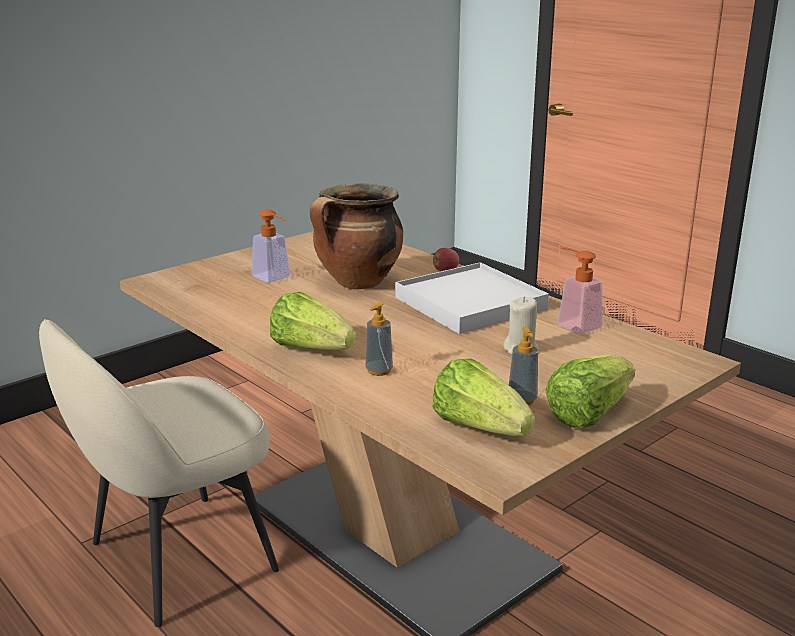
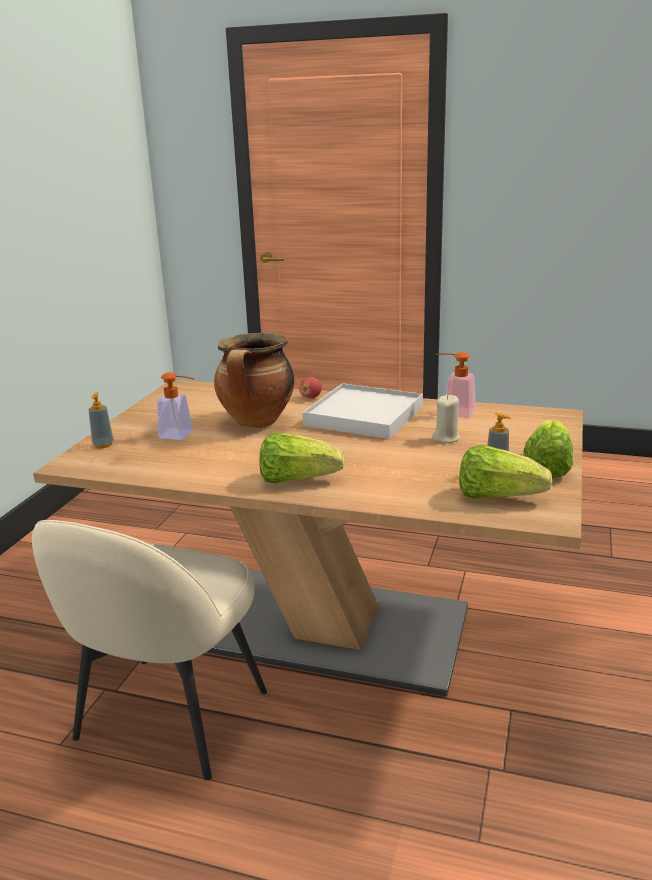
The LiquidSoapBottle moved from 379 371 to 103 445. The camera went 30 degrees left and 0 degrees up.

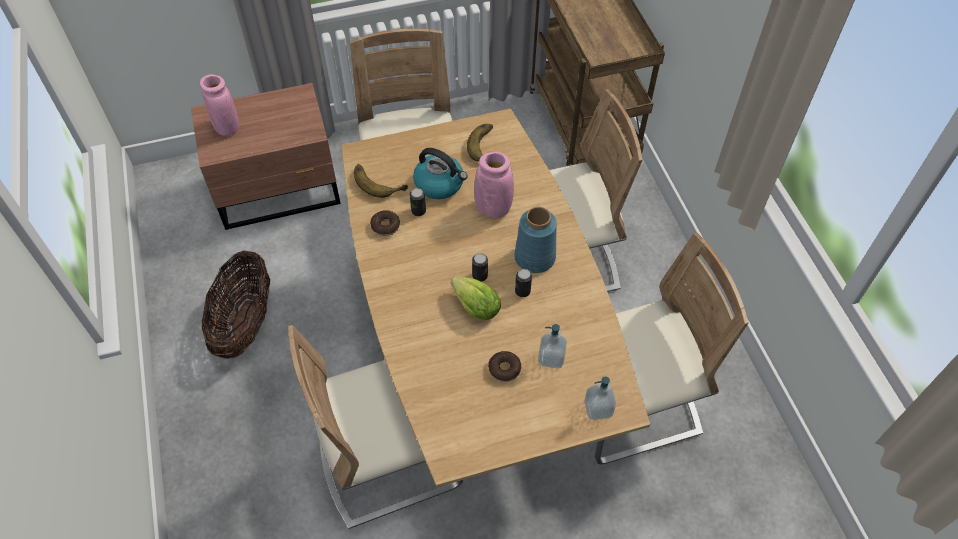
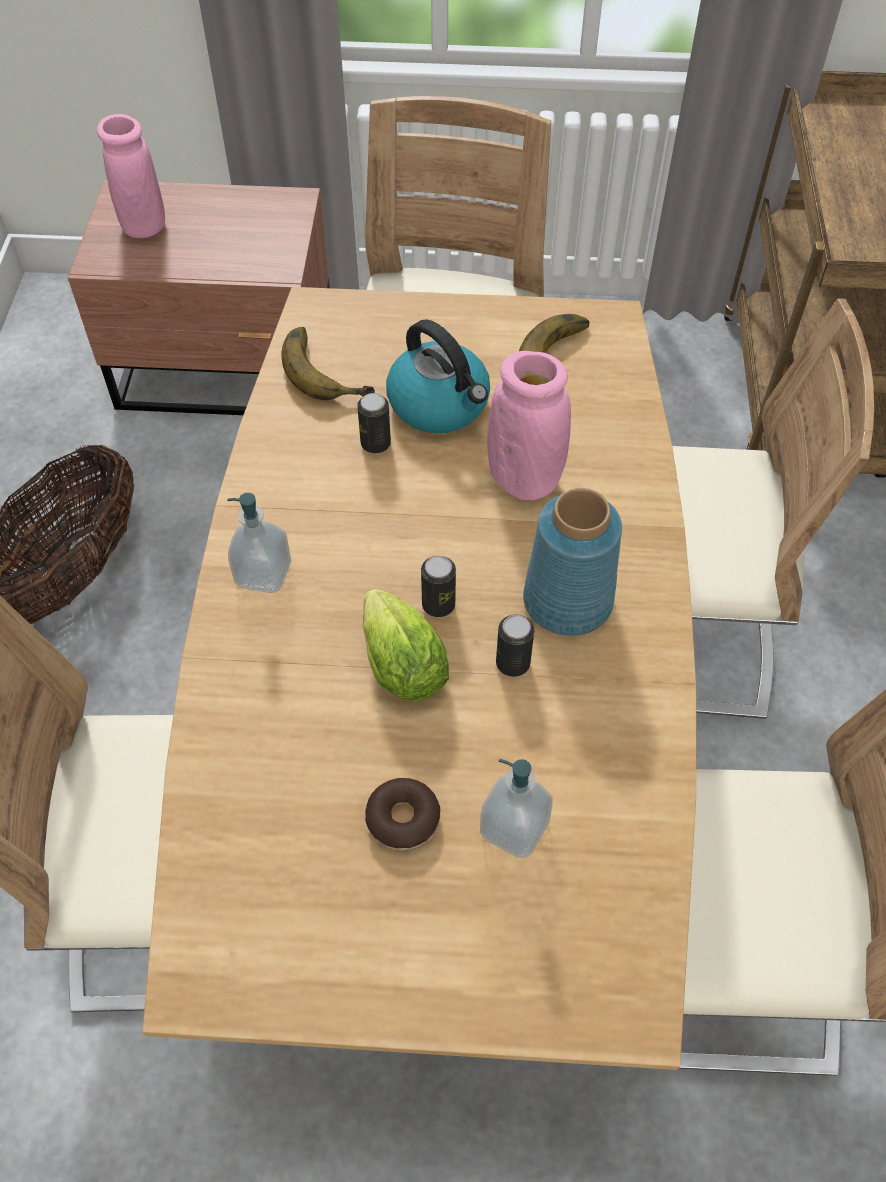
The LiquidSoapBottle moved from 598 408 to 263 574. The RingDoughnut at 385 226 disappeared. The camera went 20 degrees right and 0 degrees up.

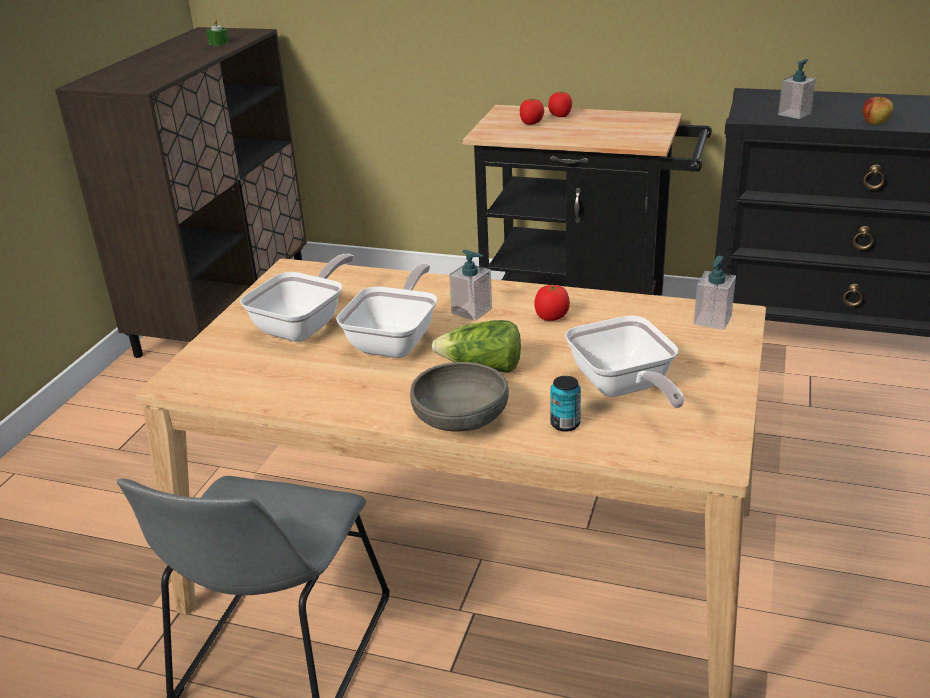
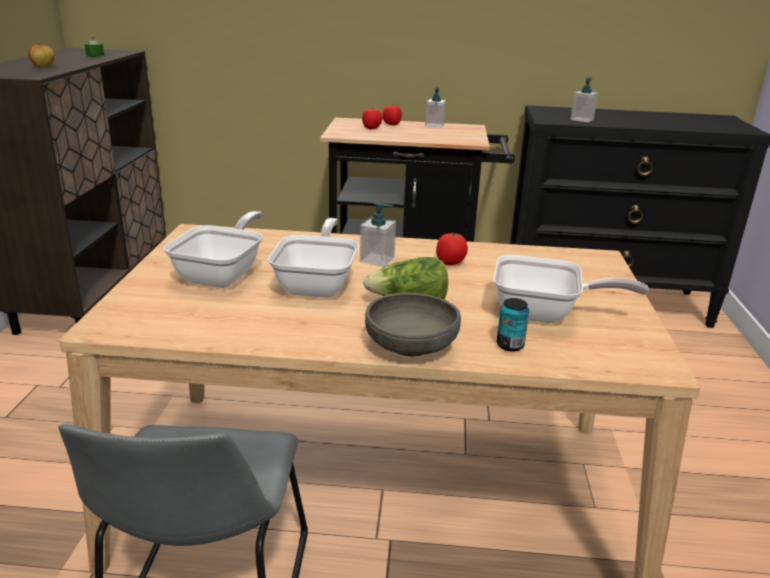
The Apple moved from 875 123 to 43 67. The LiquidSoapBottle moved from 712 320 to 434 125. The Skillet at 623 389 turned 45 degrees counterclockwise. The camera went 15 degrees left and 5 degrees down.

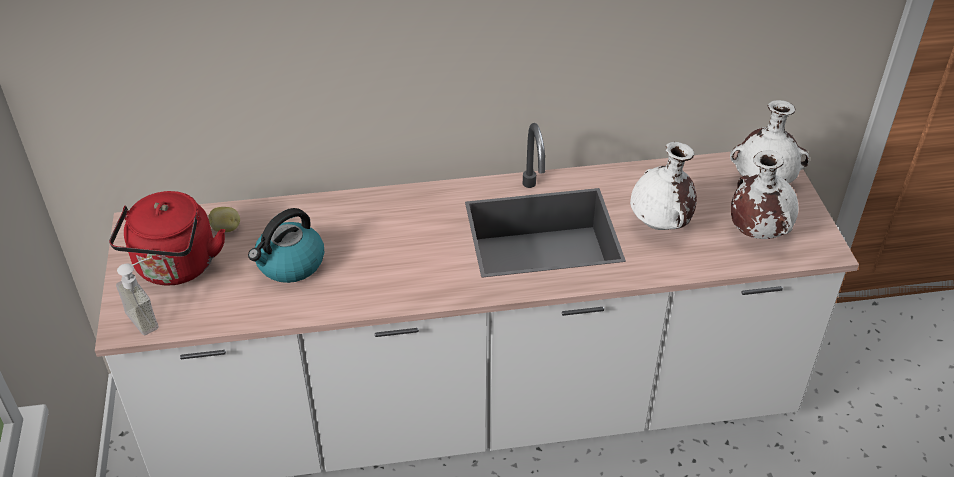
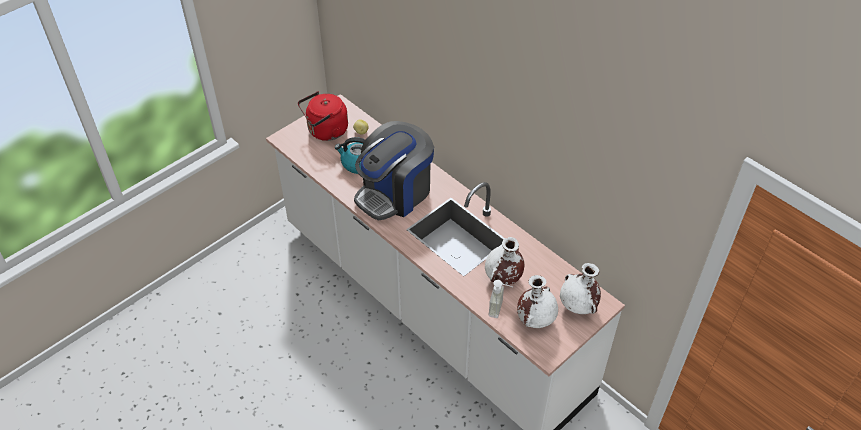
The CoffeeMaker at 395 193 appeared. The LiquidSoapBottle moved from 150 316 to 500 309. The camera went 55 degrees right and 5 degrees up.

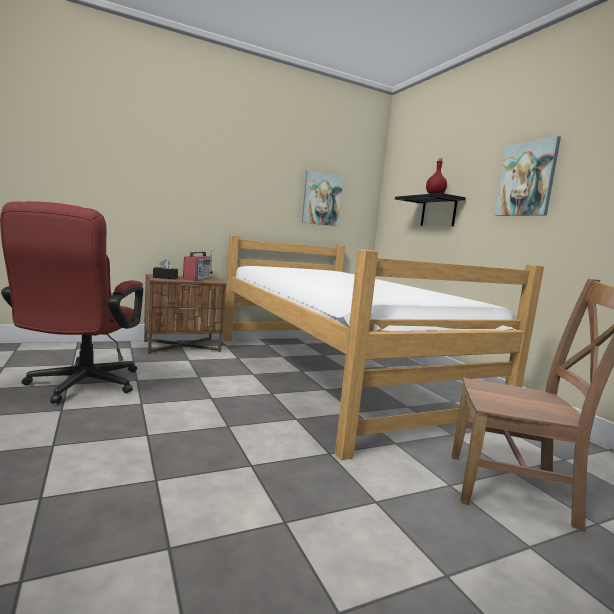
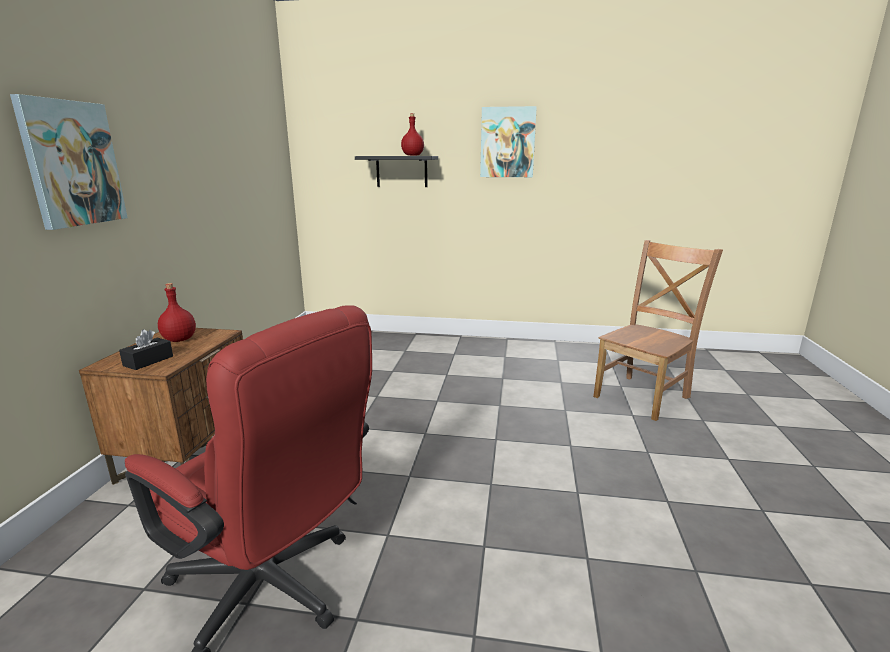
The WallArt moved from 322 199 to 72 163. The Radio at 197 278 was replaced by the RedColouredBeverageBottle at 178 340. The Bed at 335 375 disappeared. The camera went 55 degrees left and 10 degrees up.

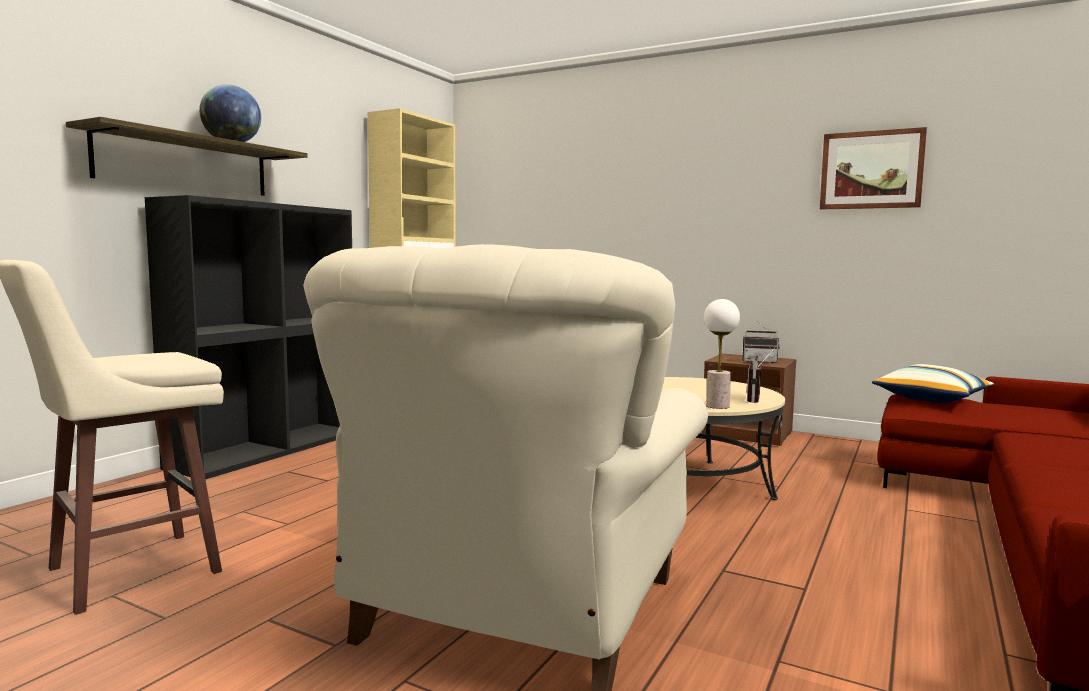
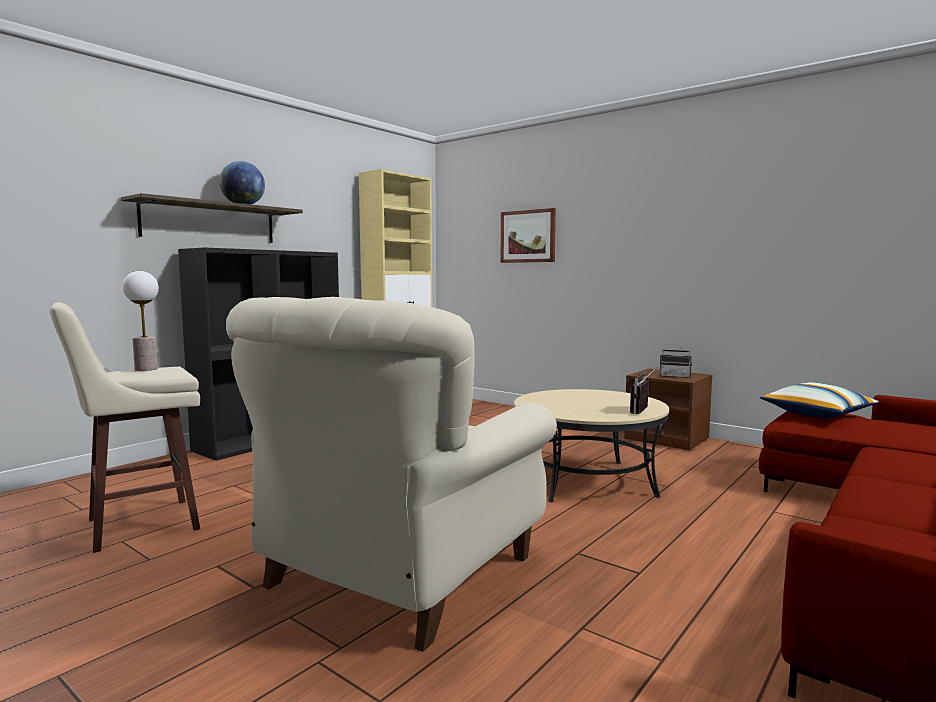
The TableLamp moved from 718 406 to 146 369. The WallArt moved from 871 170 to 528 236. The camera went 10 degrees right and 0 degrees up.

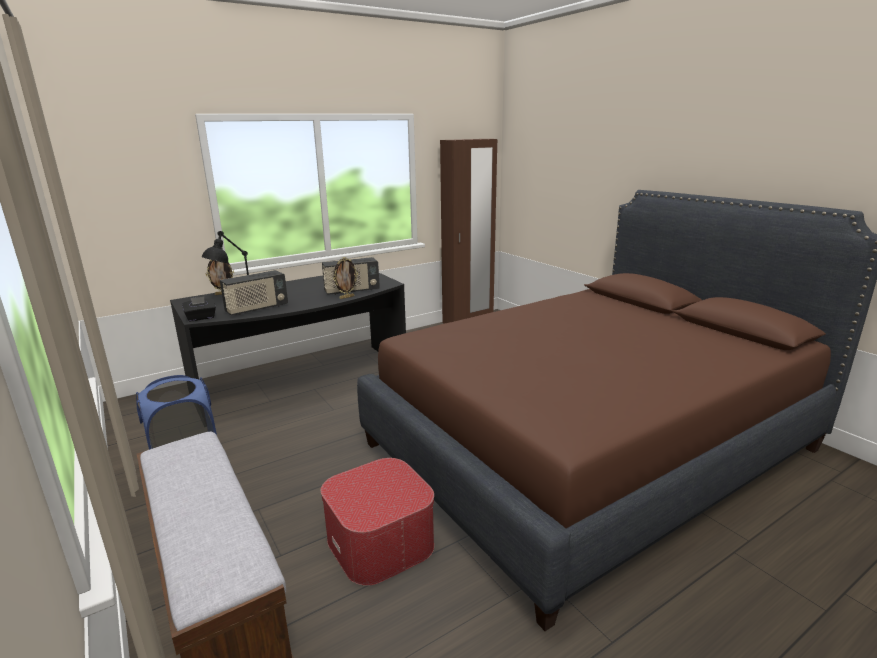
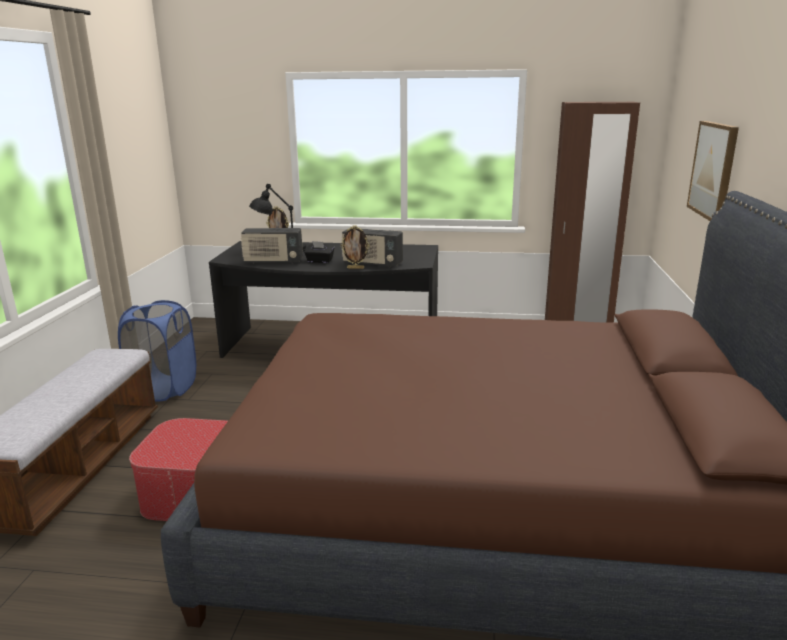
The BlackTissueBox moved from 201 318 to 319 261. The WallArt at 713 170 appeared. The camera went 40 degrees right and 0 degrees up.

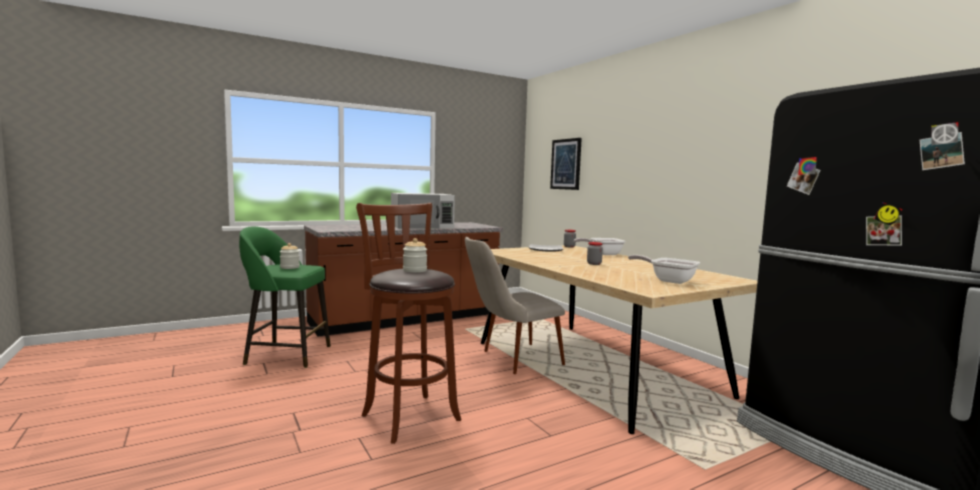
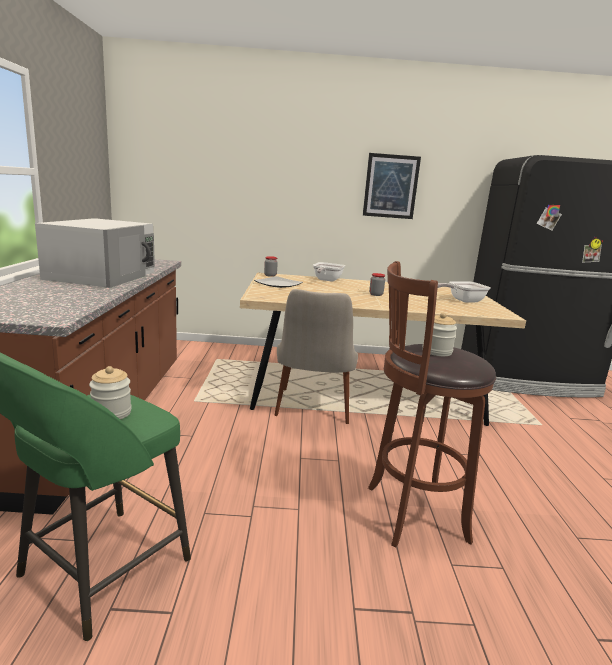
The WallArt moved from 566 164 to 390 186. The camera went 60 degrees left and 10 degrees up.

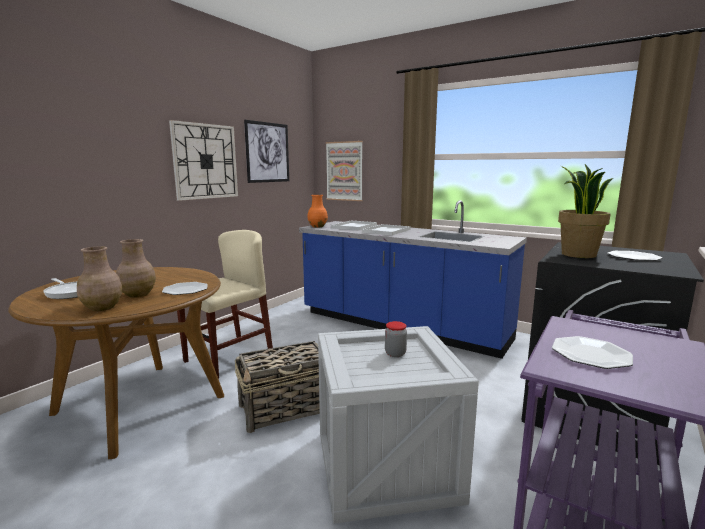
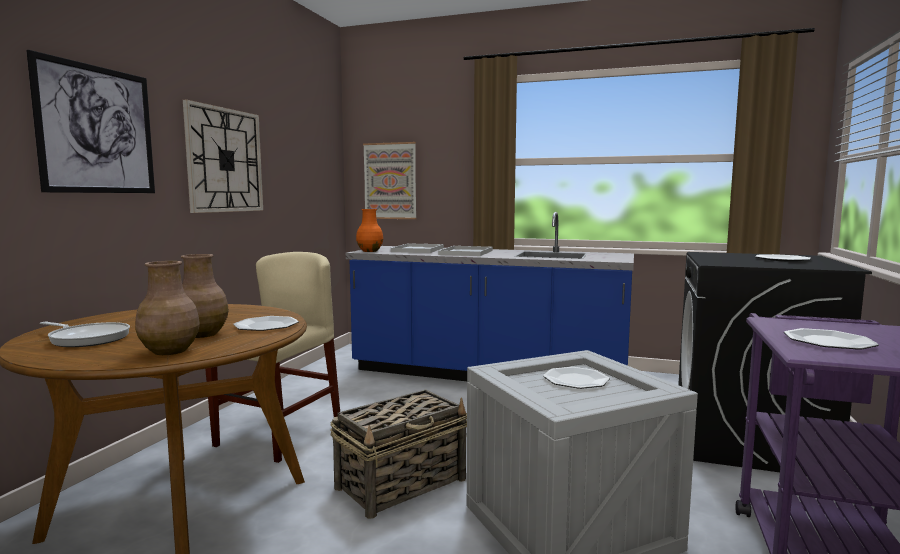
The WallArt moved from 267 152 to 97 130. The PreserveJar at 395 353 was replaced by the FlatDish at 576 380. The PlantInAPot at 577 254 disappeared. The camera went 15 degrees left and 5 degrees down.

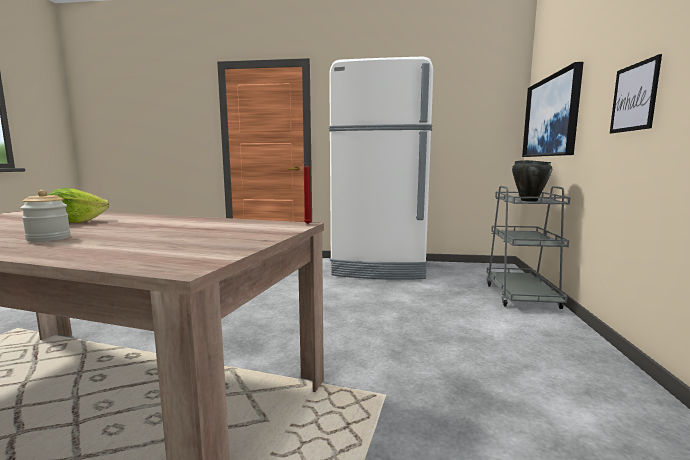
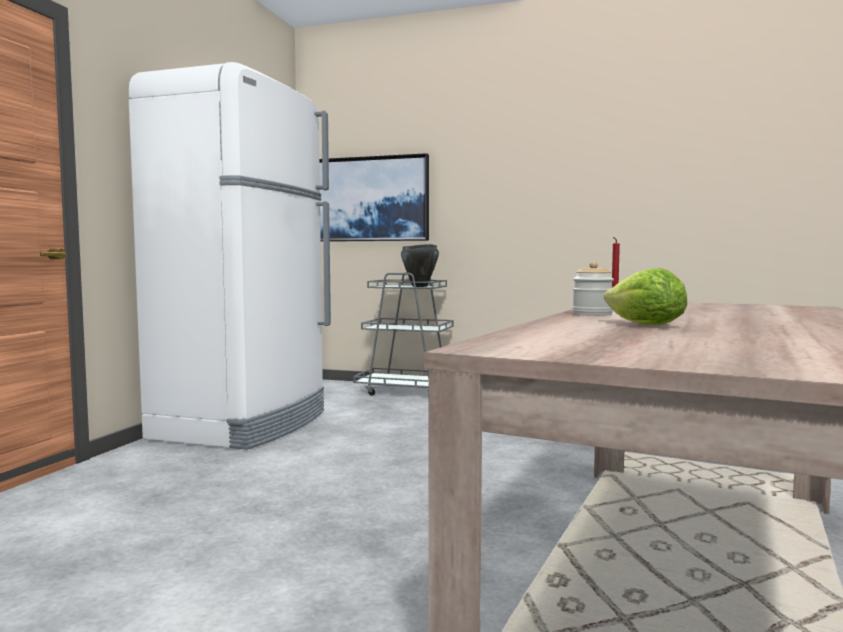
The PreserveJar moved from 49 238 to 592 314. The WallArt at 634 97 disappeared. The camera went 80 degrees left and 5 degrees down.

